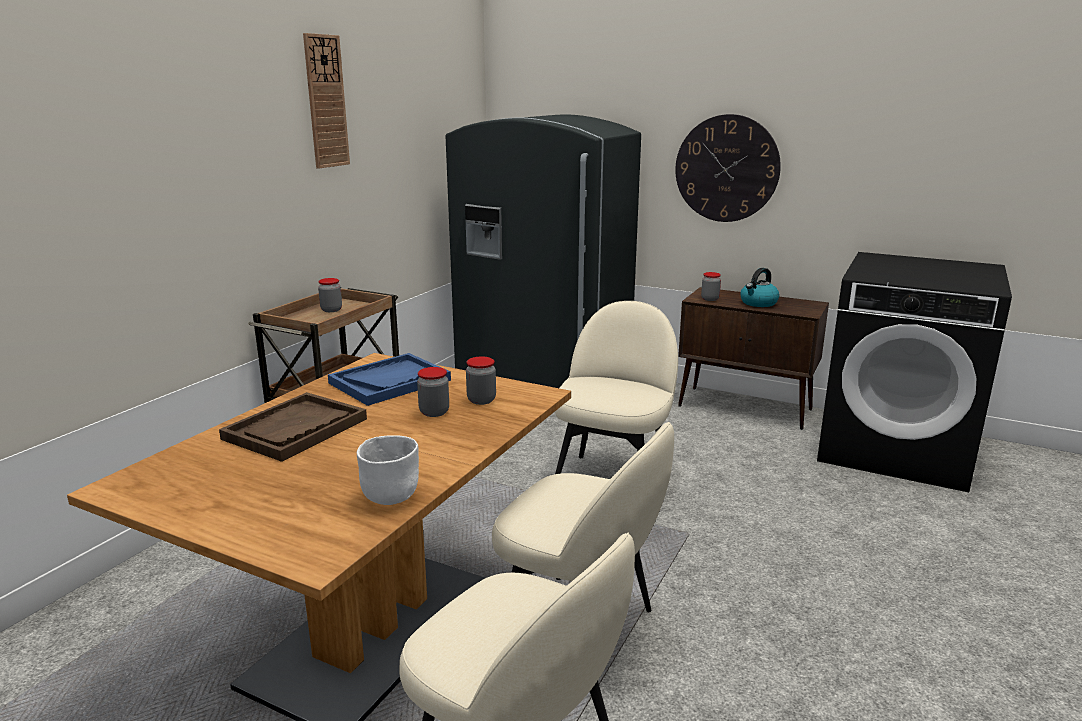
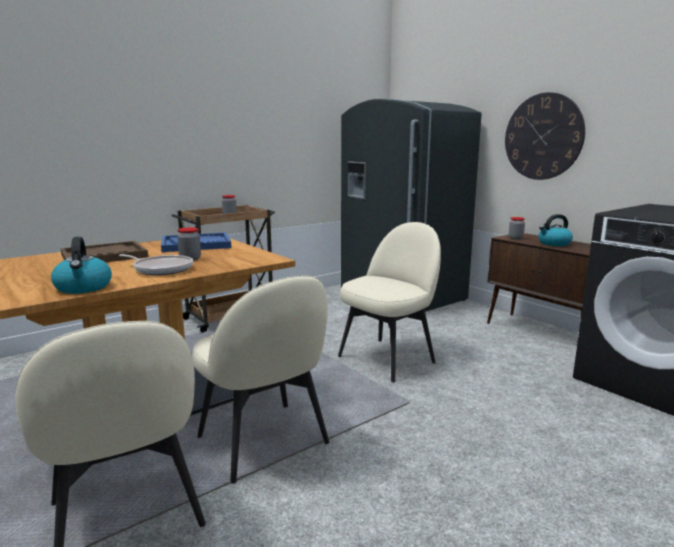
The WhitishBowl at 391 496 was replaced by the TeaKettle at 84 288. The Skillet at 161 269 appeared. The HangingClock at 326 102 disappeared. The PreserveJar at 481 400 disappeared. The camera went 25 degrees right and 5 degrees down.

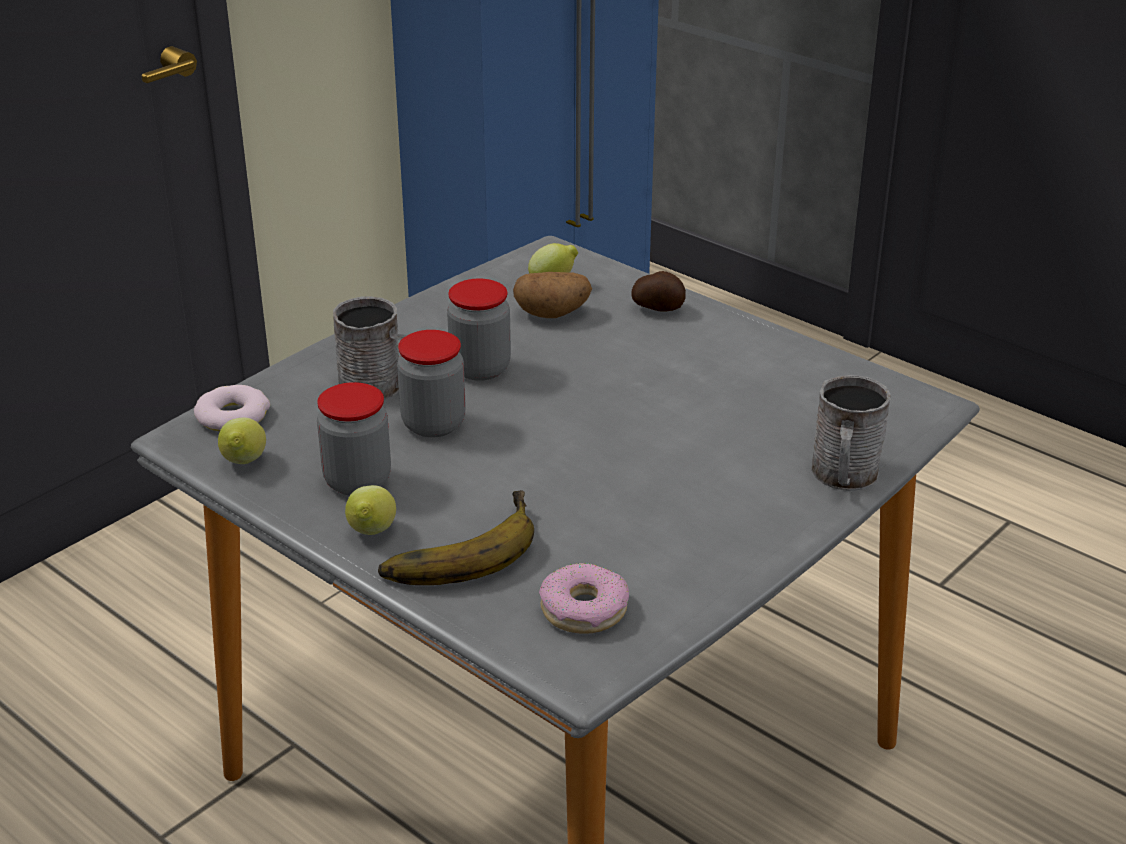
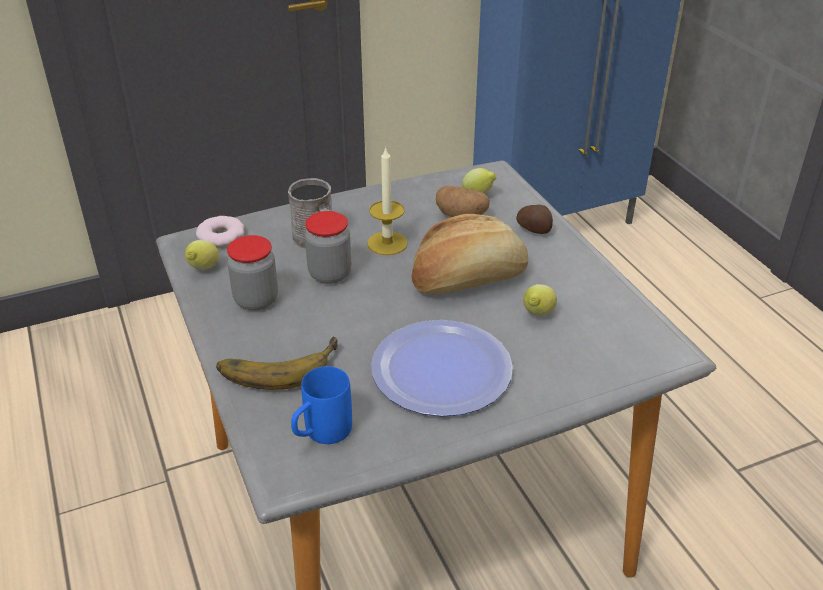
The RingDoughnut at 584 609 was replaced by the BlueColouredCoffeeMug at 320 434. The PreserveJar at 480 369 was replaced by the WaxCandle at 387 243. The FlatDish at 441 369 appeared. The BakeryBread at 468 279 appeared. The CitrusFruit moved from 371 534 to 537 315. The GreyishCoffeeMug at 844 477 disappeared. The camera went 25 degrees right and 5 degrees up.

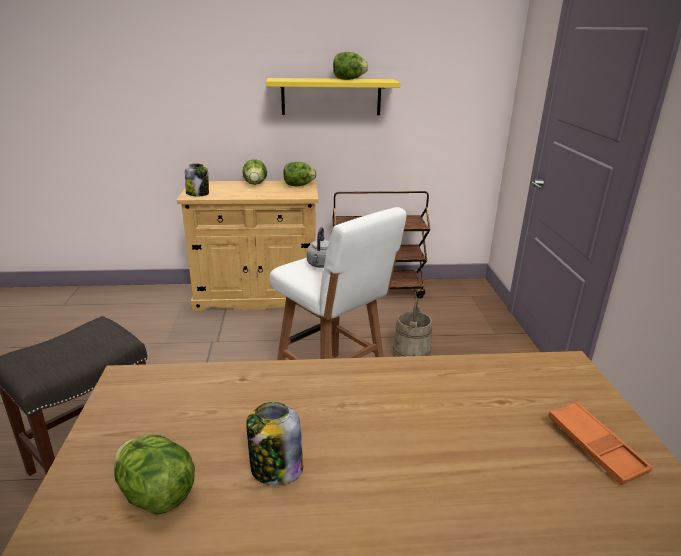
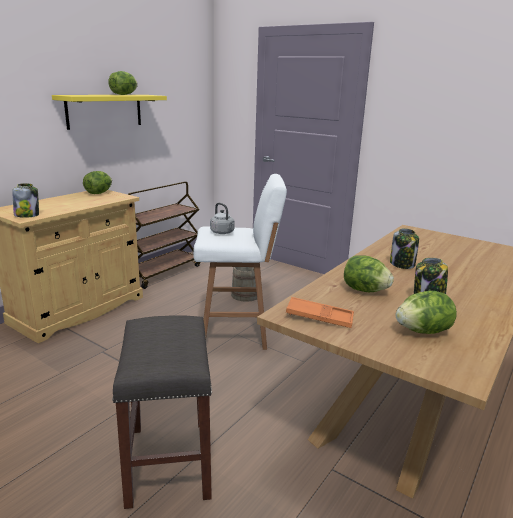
The OrangeyServingTray moved from 595 446 to 319 317. The HeadOfLettuce moved from 255 184 to 364 290. The PreserveJar at 402 264 appeared. The camera went 50 degrees left and 5 degrees down.

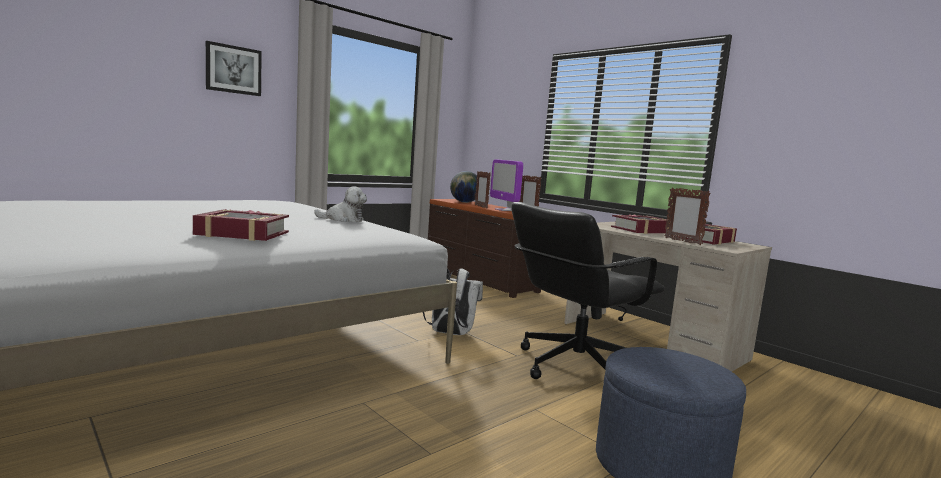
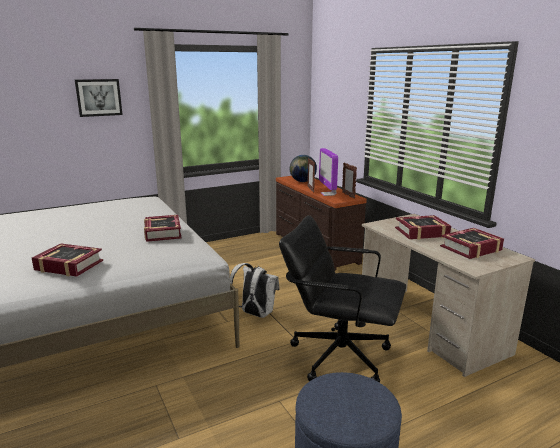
The SoftToy at 343 219 was replaced by the BoundBook at 162 233. The BlackOfficeChair at 574 366 turned 45 degrees clockwise. The PictureFrame at 682 241 disappeared. The camera went 15 degrees right and 10 degrees up.

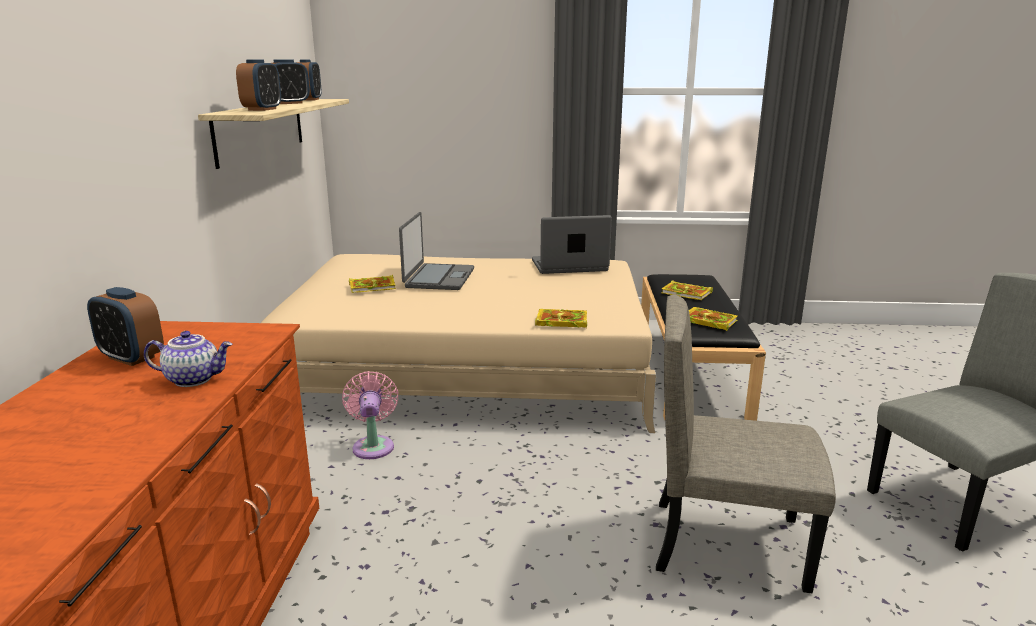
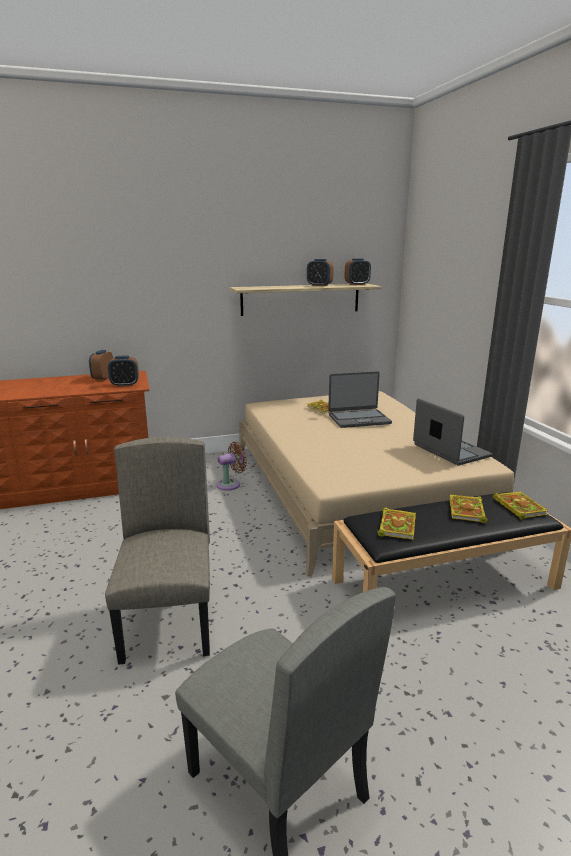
The AlarmClock moved from 262 109 to 125 385. The PinkElectricFan at 373 445 became the BrownishElectricFan at 231 484. The BoundBook moved from 560 321 to 518 506. The PotForTea at 194 379 disappeared. The camera went 70 degrees right and 0 degrees up.

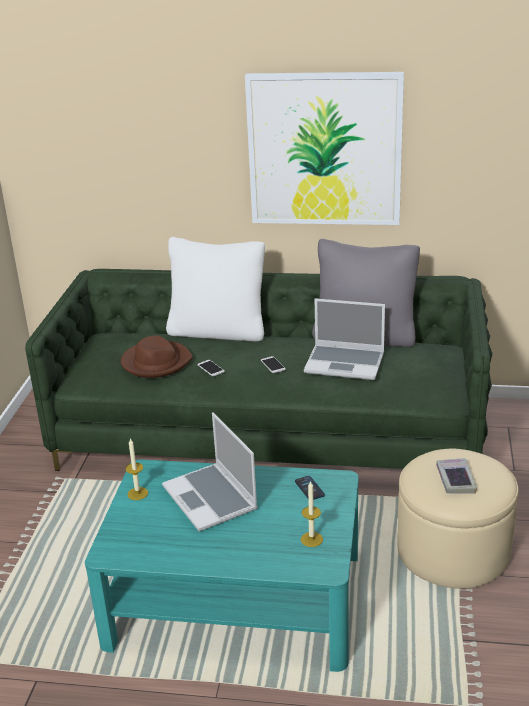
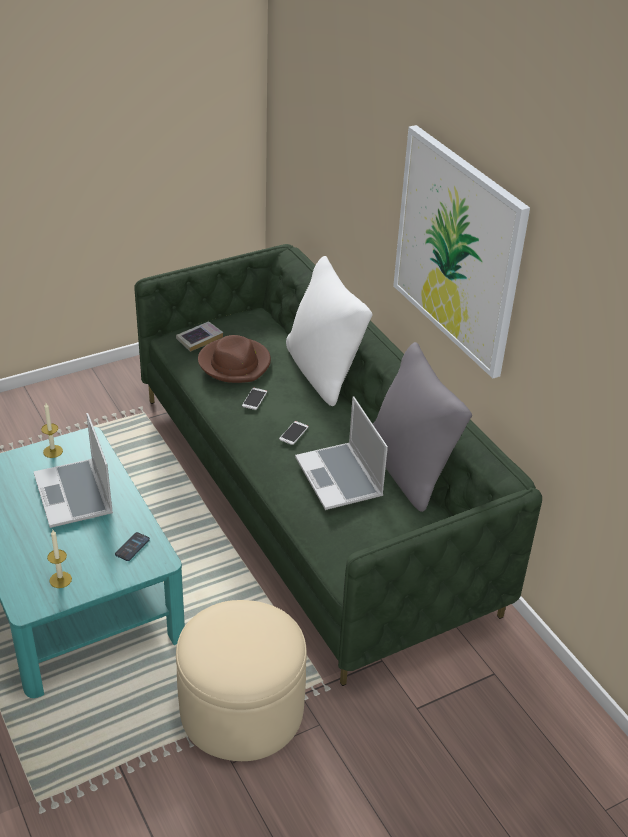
The PortableComputer at 211 499 turned 45 degrees counterclockwise. The BoundBook moved from 455 480 to 199 339. The camera went 50 degrees right and 10 degrees up.

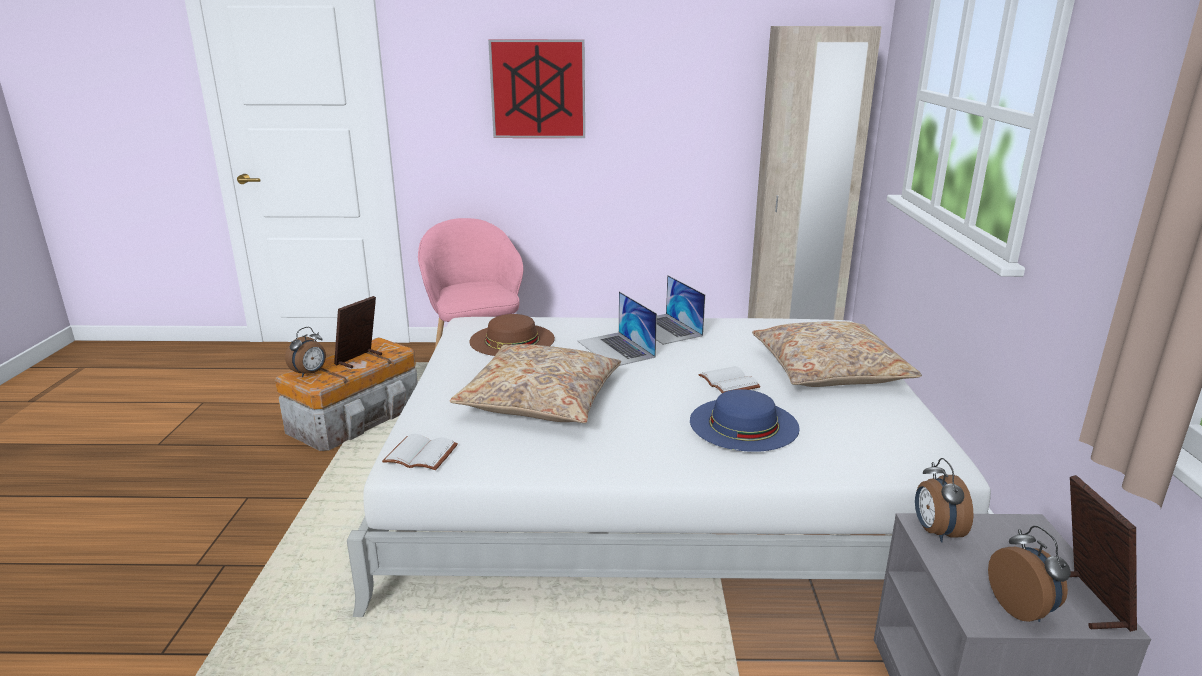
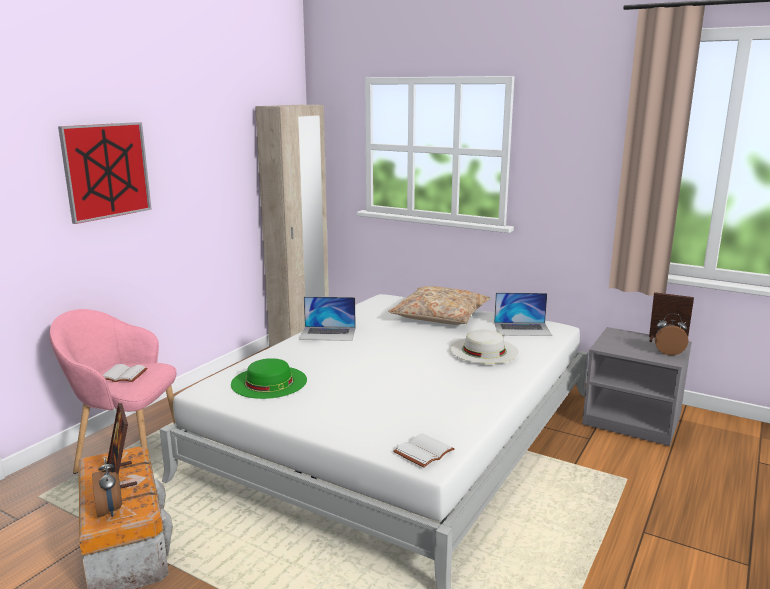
The WhitishBoundBook moved from 726 382 to 122 376. The BrownishWearableHat at 512 340 became the GreenColouredWearableHat at 269 382. The BlueColouredWearableHat at 743 424 became the WhitishWearableHat at 484 350. The PortableComputer moved from 616 349 to 522 329. The BeigeColouredThrowPillow at 541 399 disappeared. The AlarmClock at 935 532 disappeared. The camera went 60 degrees left and 5 degrees down.

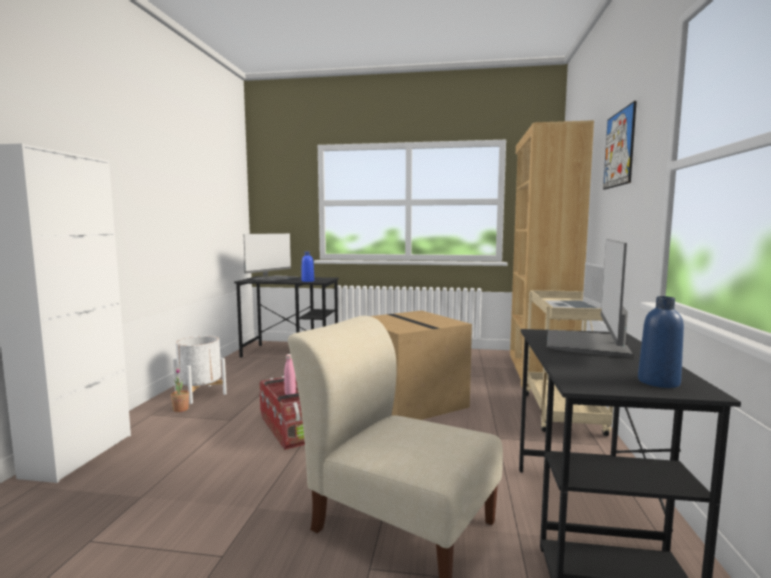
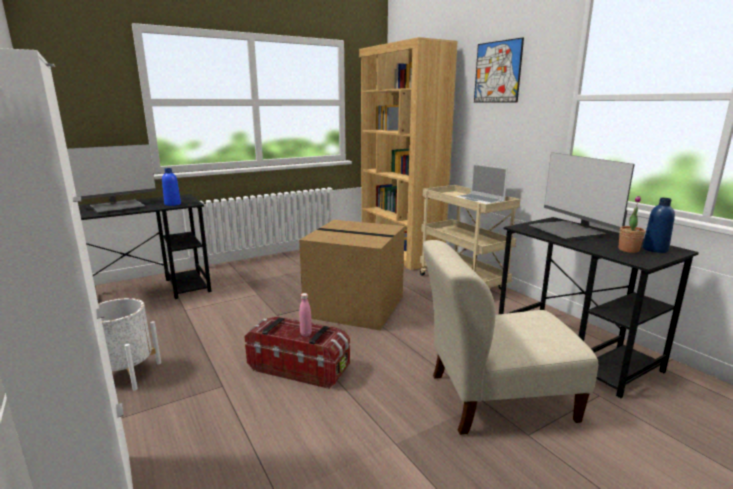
The Monitor at 275 279 turned 60 degrees clockwise. The PlantInAPot moved from 180 409 to 628 250. The camera went 40 degrees left and 10 degrees up.

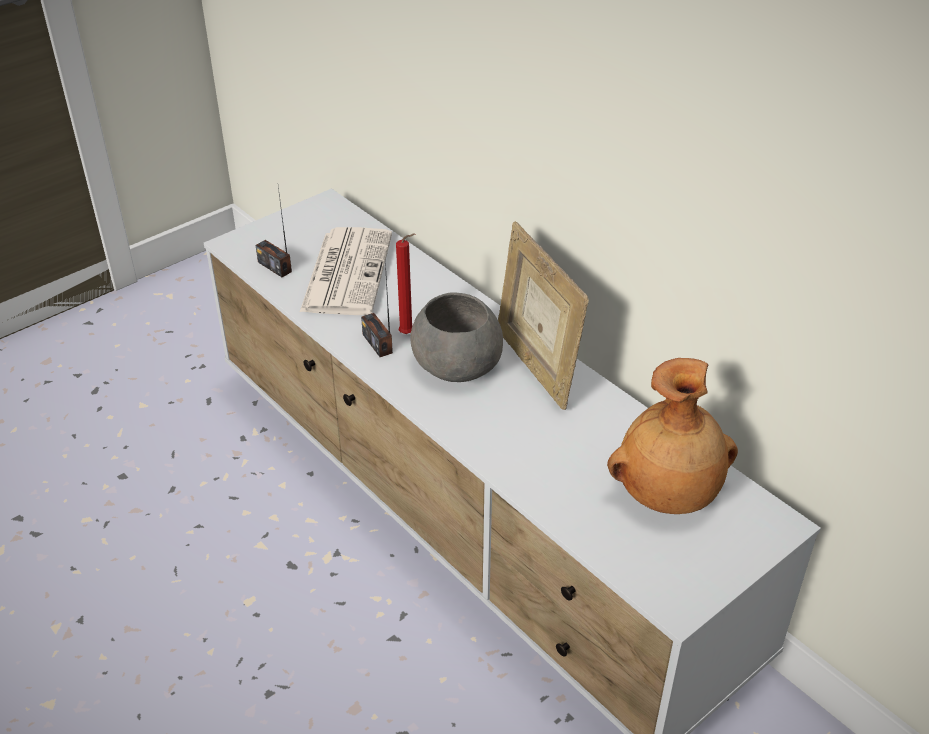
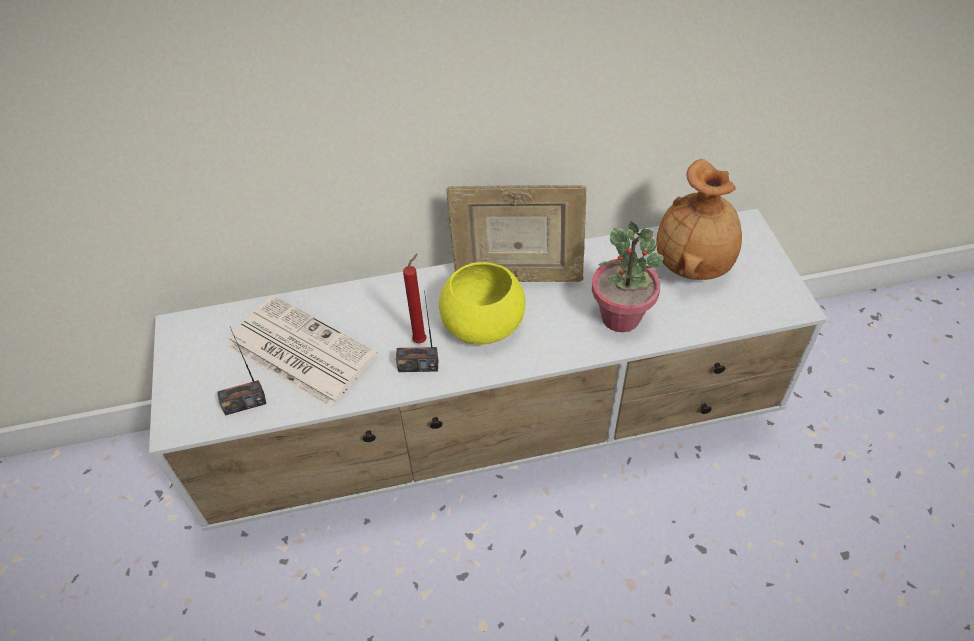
The GreyishBowl at 458 366 became the YellowColouredBowl at 484 323. The PlantInAPot at 621 317 appeared. The camera went 60 degrees left and 10 degrees up.

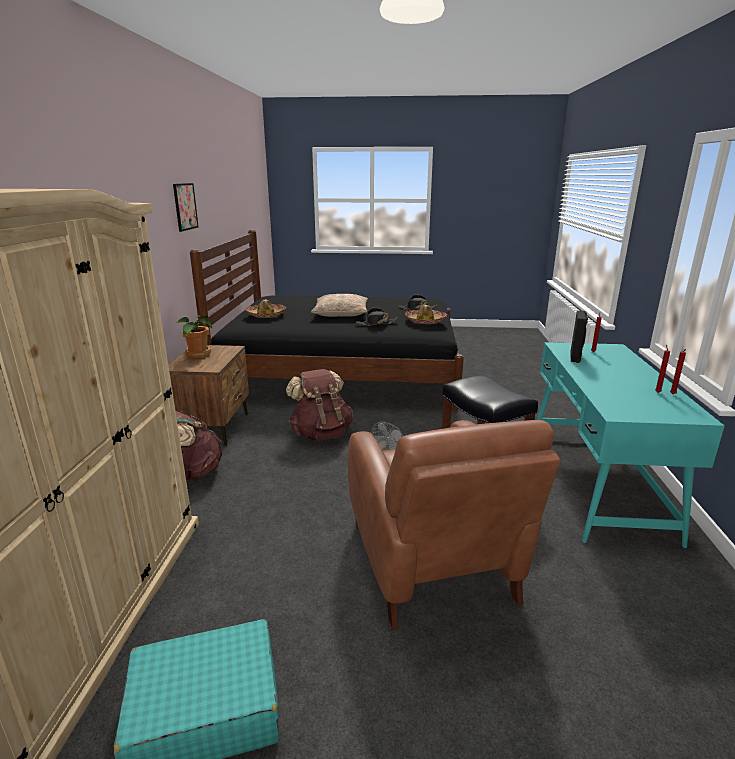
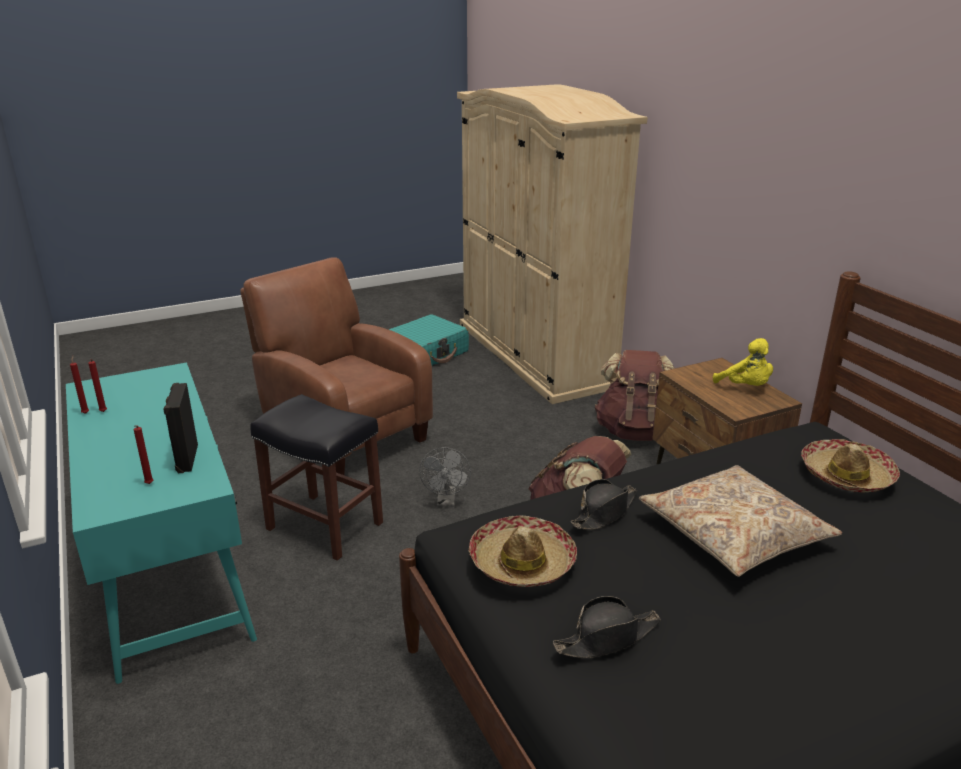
The PlantInAPot at 197 355 was replaced by the YellowColouredSoftToy at 745 387. The WallArt at 185 206 disappeared. The camera went 150 degrees right and 5 degrees up.

